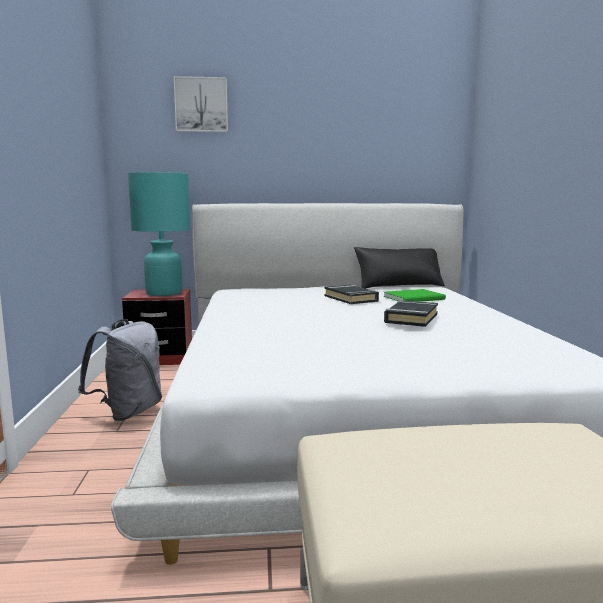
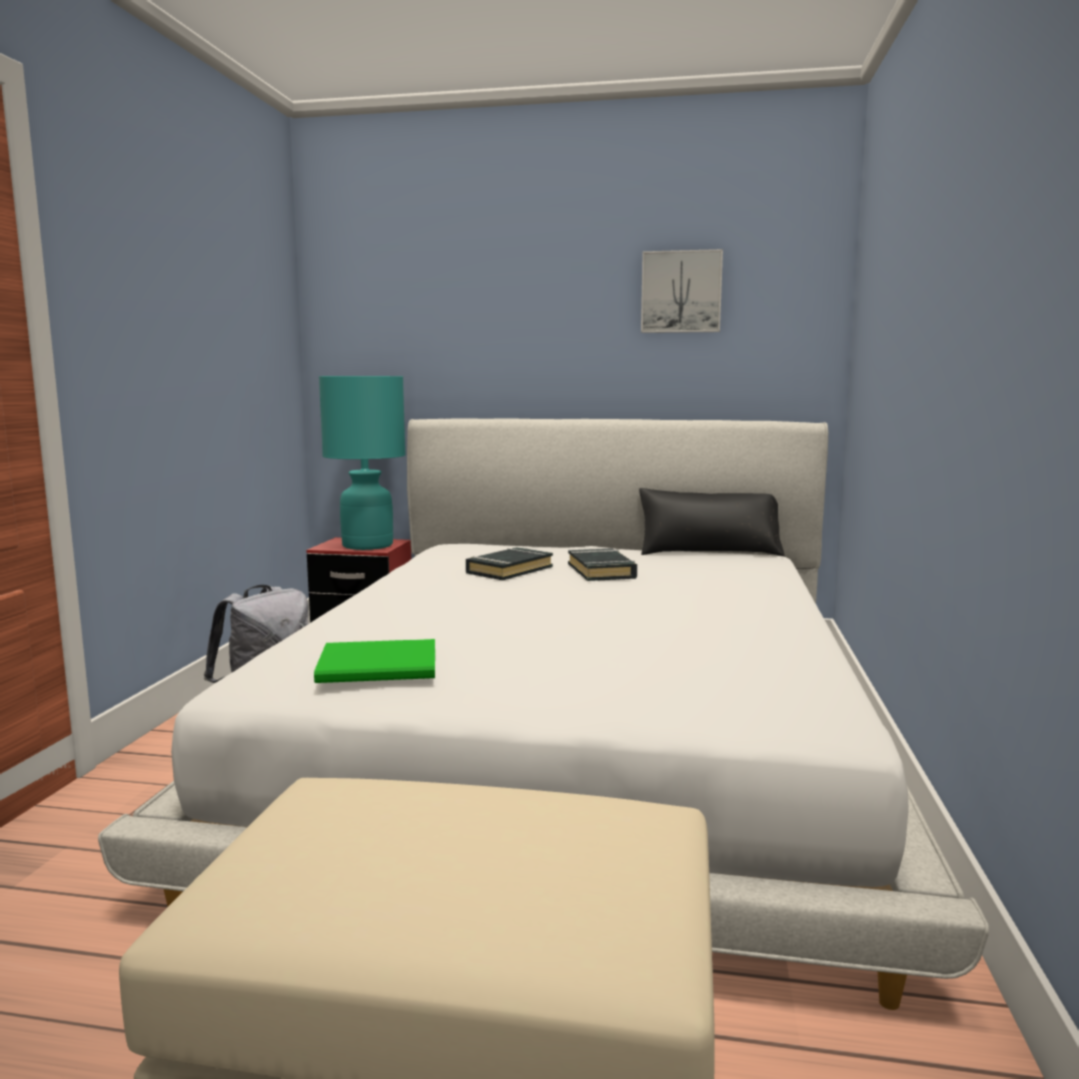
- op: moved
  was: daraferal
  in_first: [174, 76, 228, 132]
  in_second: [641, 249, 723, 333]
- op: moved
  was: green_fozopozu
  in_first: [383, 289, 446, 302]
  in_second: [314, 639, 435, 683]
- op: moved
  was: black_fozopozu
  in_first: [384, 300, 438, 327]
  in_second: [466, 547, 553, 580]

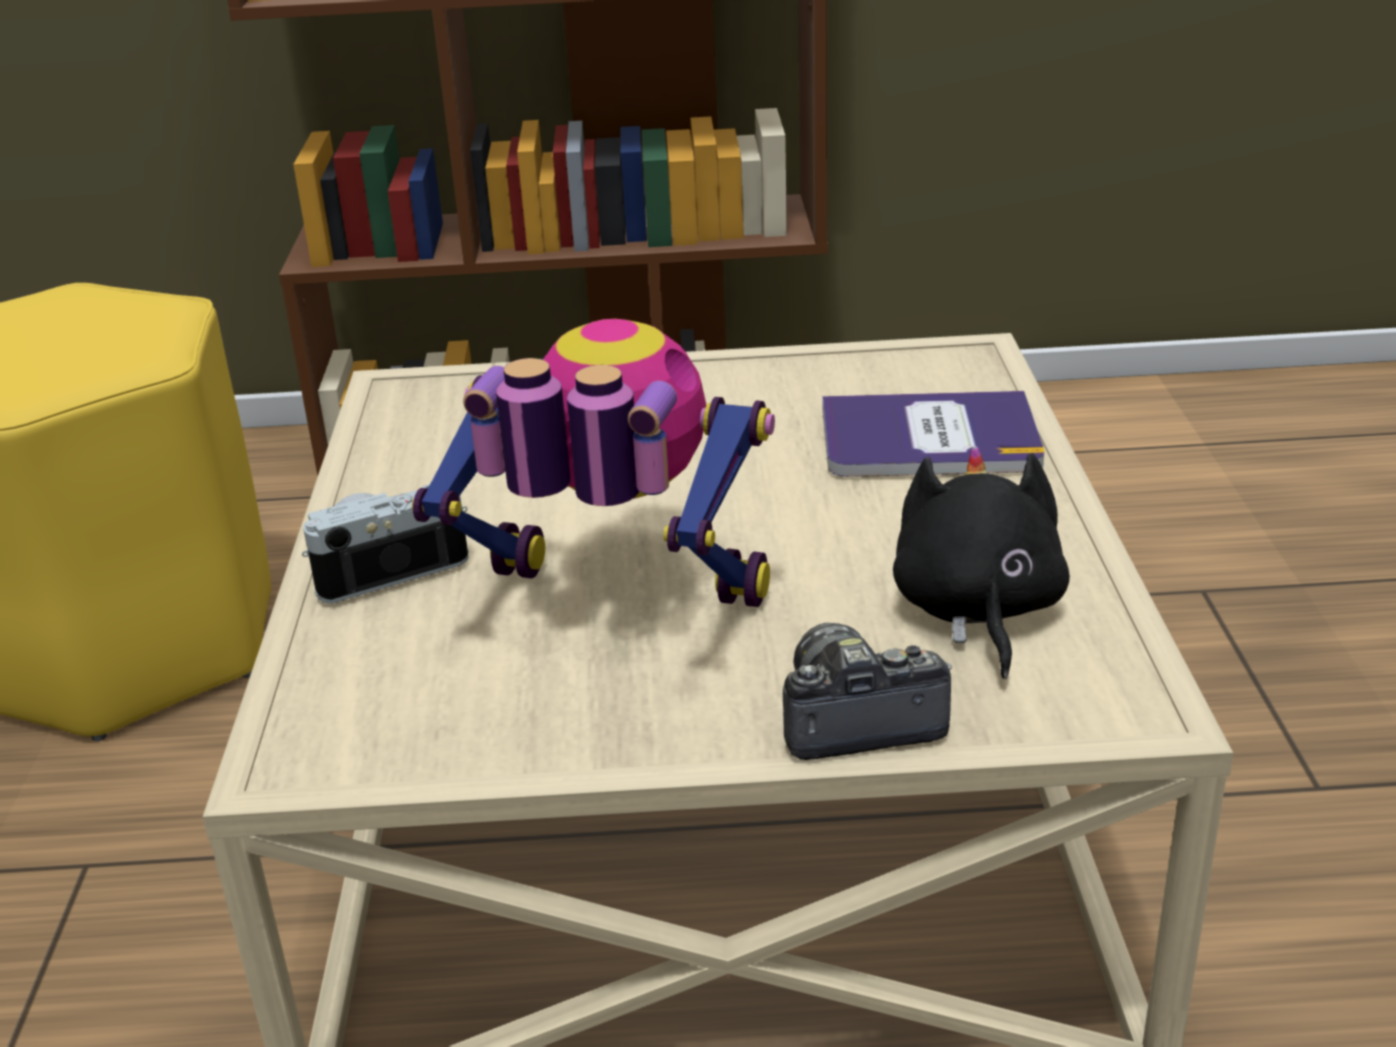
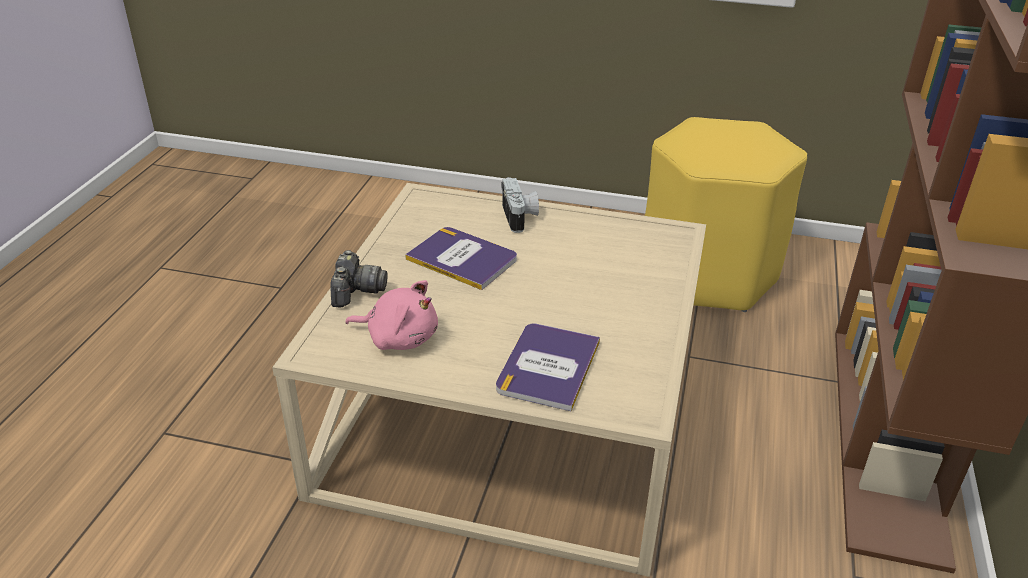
- op: replaced
  was: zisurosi
  now: fozopozu
  in_first: [412, 319, 775, 607]
  in_second: [405, 227, 517, 290]
- op: recoloured
  was: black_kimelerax
  now: pink_kimelerax
  in_first: [893, 446, 1070, 679]
  in_second: [345, 280, 438, 350]

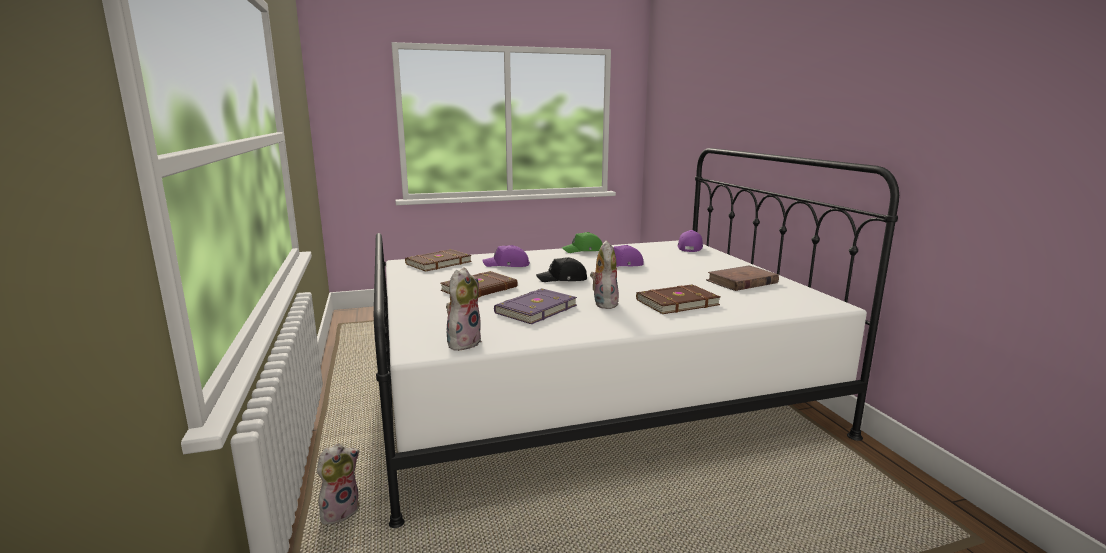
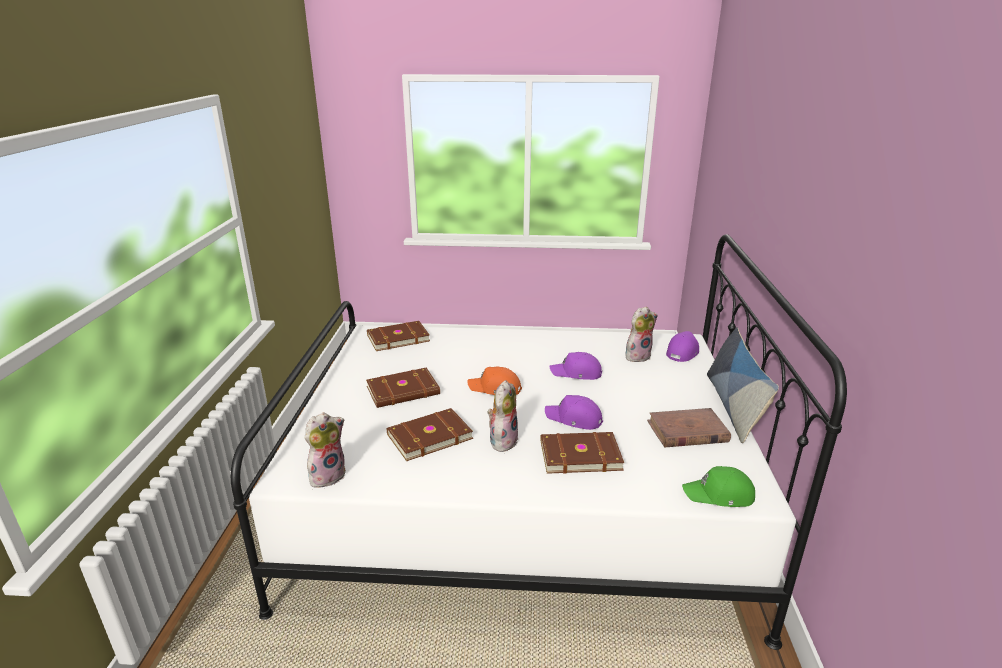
- op: moved
  was: kimelerax
  in_first: [317, 443, 359, 524]
  in_second: [626, 306, 657, 362]
- op: moved
  was: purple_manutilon
  in_first: [482, 245, 530, 267]
  in_second: [545, 395, 603, 430]
- op: recoloured
  was: purple_fozopozu
  now: brown_fozopozu
  in_first: [494, 288, 577, 324]
  in_second: [387, 408, 473, 461]
- op: recoloured
  was: black_manutilon
  now: orange_manutilon
  in_first: [536, 257, 587, 282]
  in_second: [467, 366, 522, 395]
- op: moved
  was: green_manutilon
  in_first: [562, 232, 602, 253]
  in_second: [682, 466, 755, 507]
- op: added
  now: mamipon
  in_second: [707, 327, 779, 443]

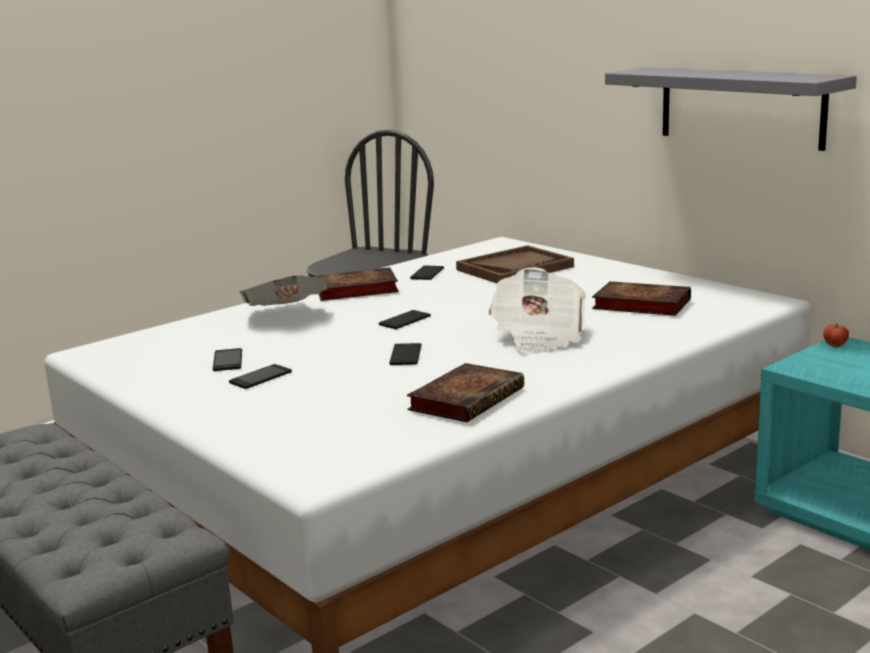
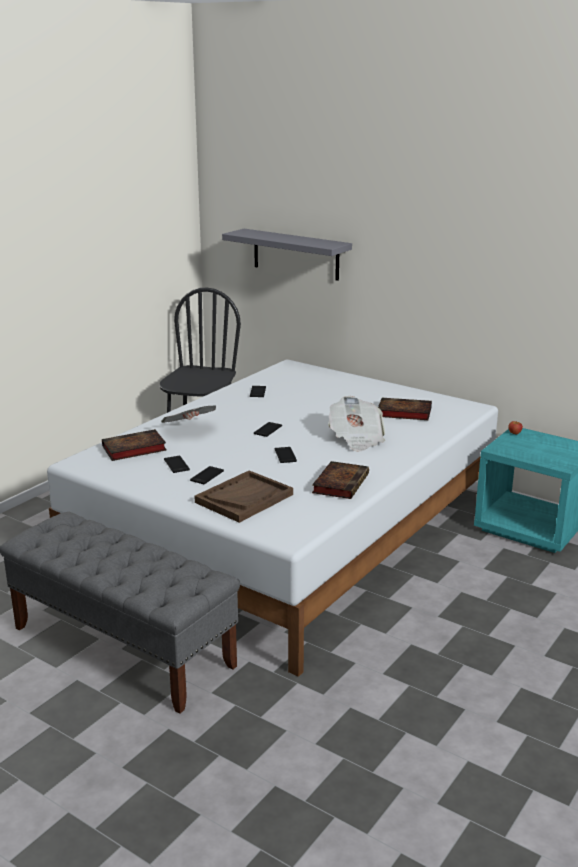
- op: moved
  was: fozopozu
  in_first: [315, 267, 399, 301]
  in_second: [102, 429, 167, 461]
- op: moved
  was: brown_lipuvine
  in_first: [456, 245, 574, 283]
  in_second: [194, 470, 293, 523]
- op: moved
  was: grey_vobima
  in_first: [605, 67, 857, 151]
  in_second: [222, 229, 352, 281]

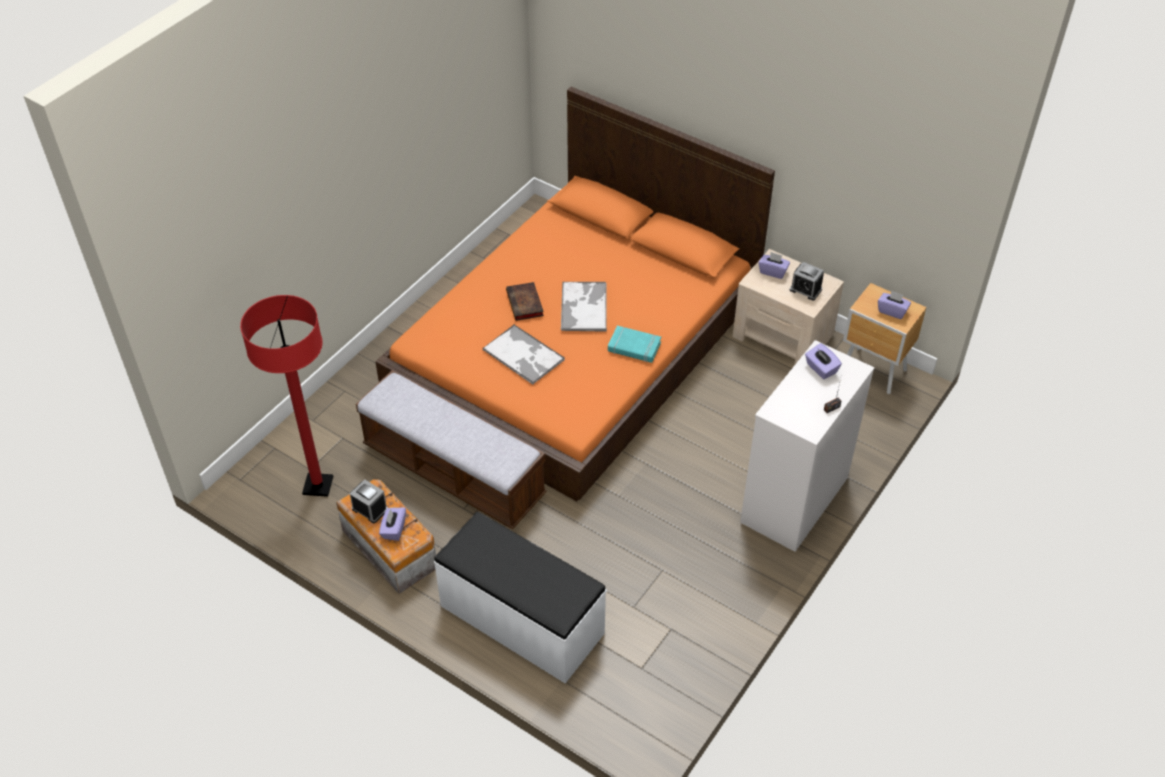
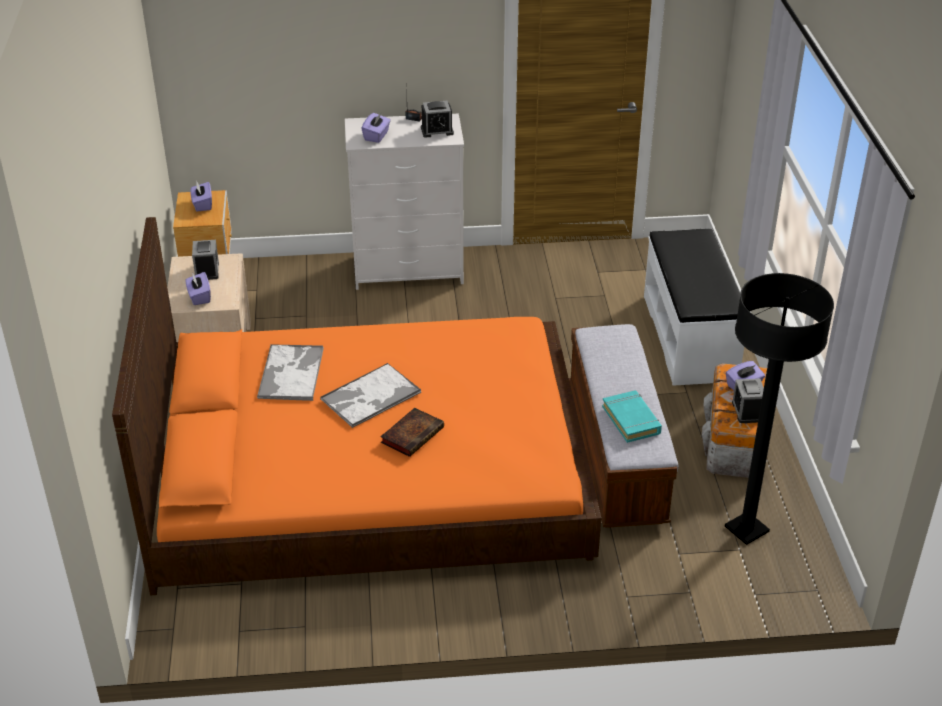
- op: recoloured
  was: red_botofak
  now: black_botofak
  in_first: [240, 295, 333, 497]
  in_second: [725, 273, 834, 545]
- op: moved
  was: lipuvine
  in_first: [483, 324, 565, 385]
  in_second: [257, 344, 324, 401]
- op: moved
  was: turquoise_fozopozu
  in_first: [608, 326, 661, 363]
  in_second: [602, 390, 662, 443]
- op: added
  now: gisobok
  in_second: [421, 101, 454, 138]

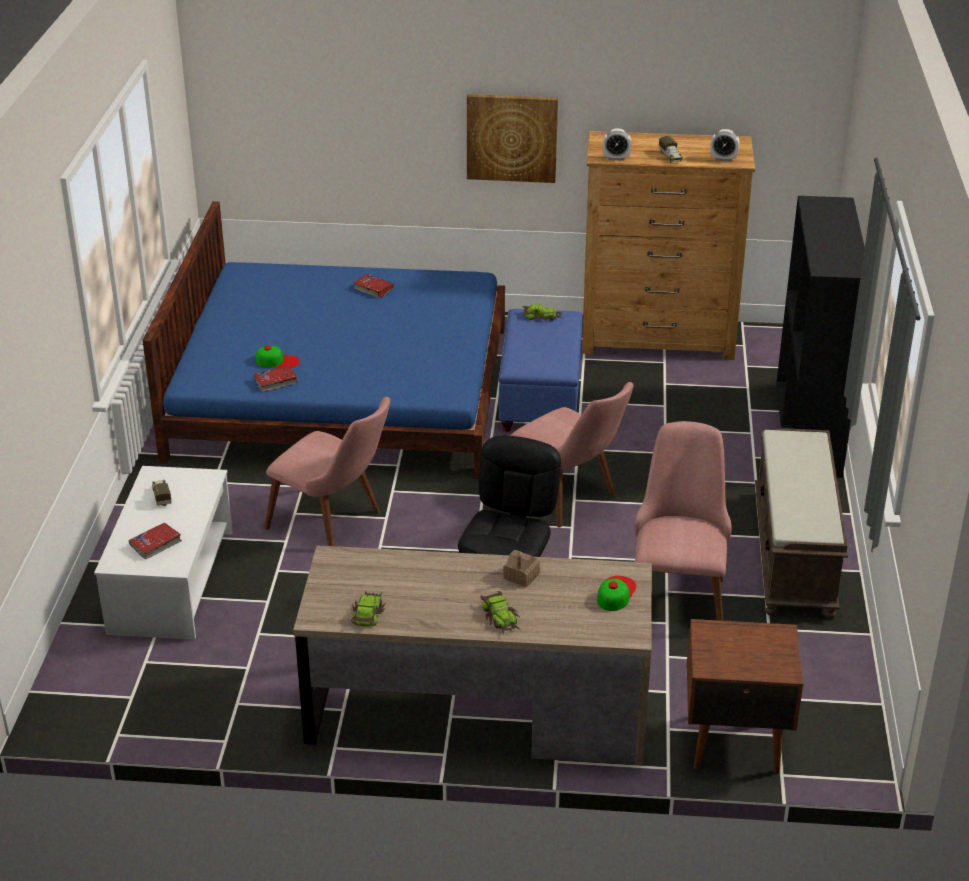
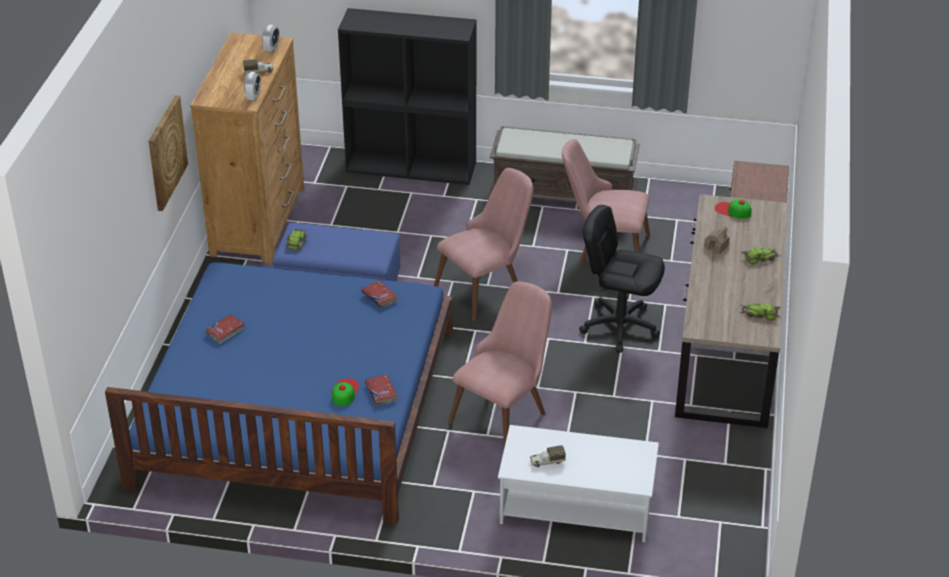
- op: moved
  was: red_fozopozu
  in_first: [129, 522, 182, 559]
  in_second: [362, 280, 398, 308]

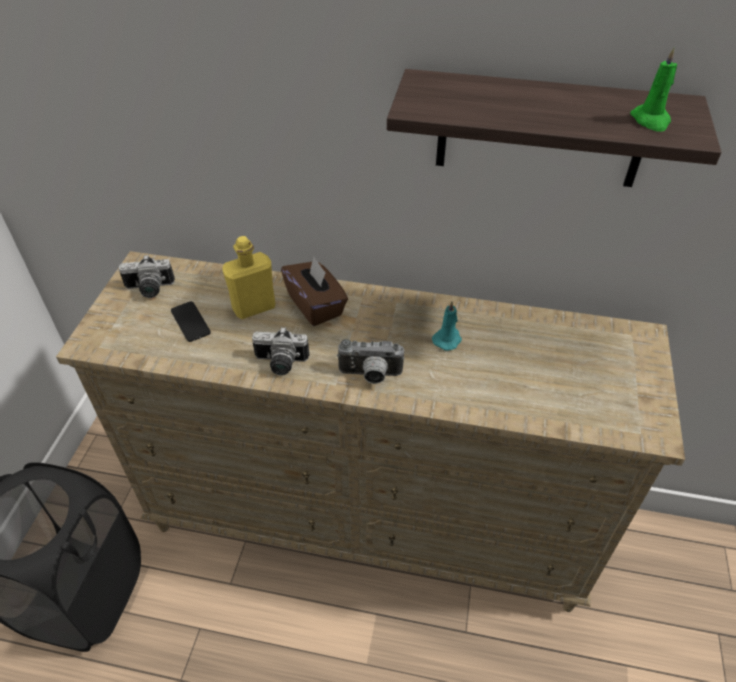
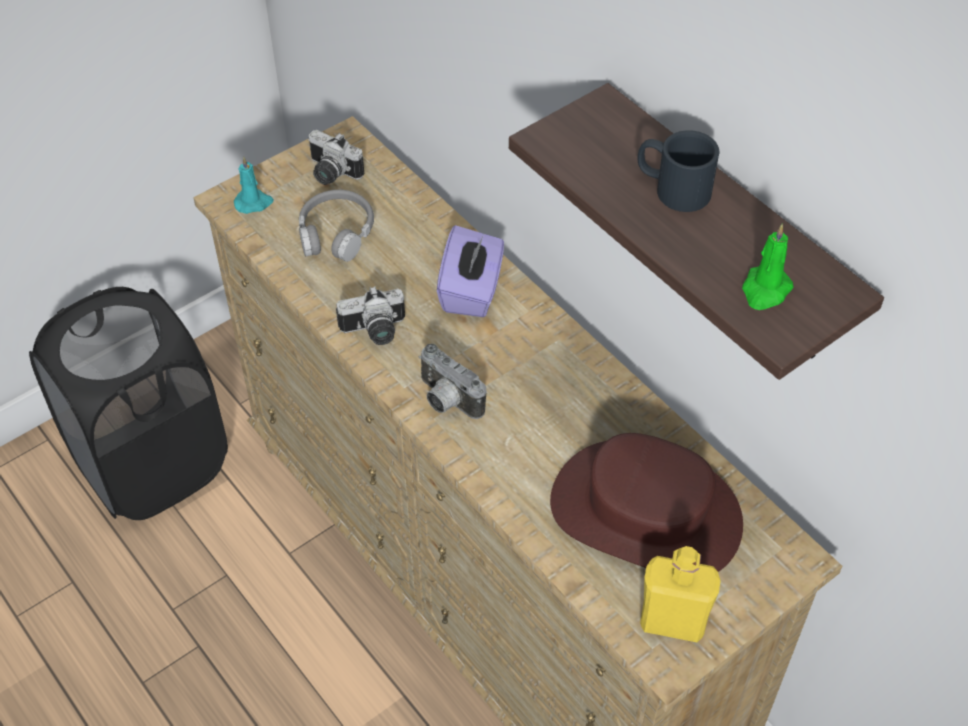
- op: replaced
  was: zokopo
  now: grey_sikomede
  in_first: [171, 301, 211, 342]
  in_second: [299, 190, 374, 262]
- op: moved
  was: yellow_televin
  in_first: [222, 236, 276, 319]
  in_second: [640, 546, 721, 643]
- op: turned
  was: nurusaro
  in_first: [252, 327, 310, 376]
  in_second: [336, 286, 405, 345]
  clockwise: -60
- op: recoloured
  was: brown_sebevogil
  now: purple_sebevogil
  in_first: [281, 257, 348, 326]
  in_second: [437, 225, 504, 317]
- op: moved
  was: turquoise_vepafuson
  in_first: [432, 302, 462, 351]
  in_second: [234, 157, 274, 214]
- op: added
  now: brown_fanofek
  in_second: [550, 433, 743, 572]
- op: added
  now: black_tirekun
  in_second: [637, 130, 719, 212]

